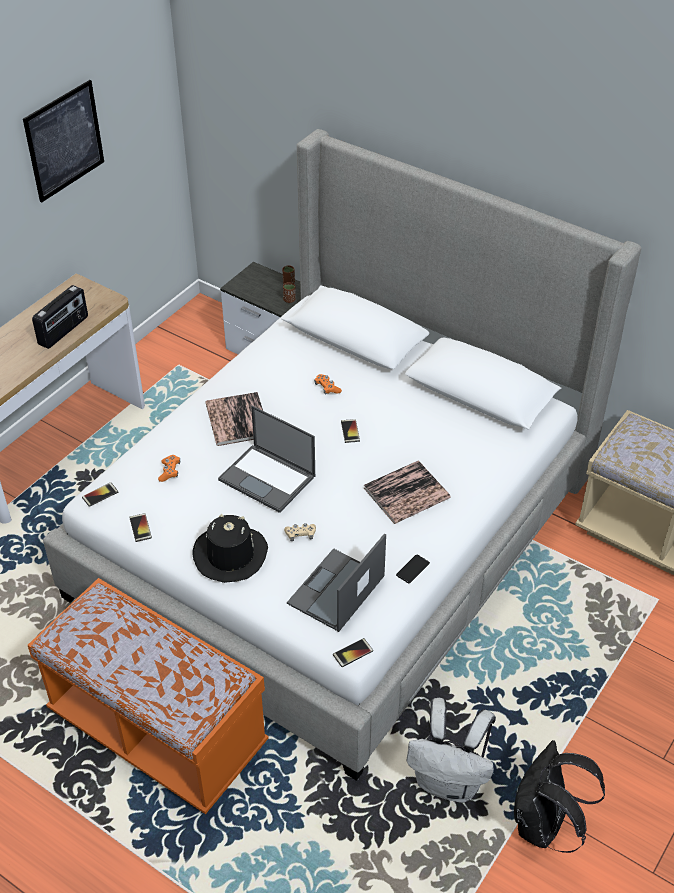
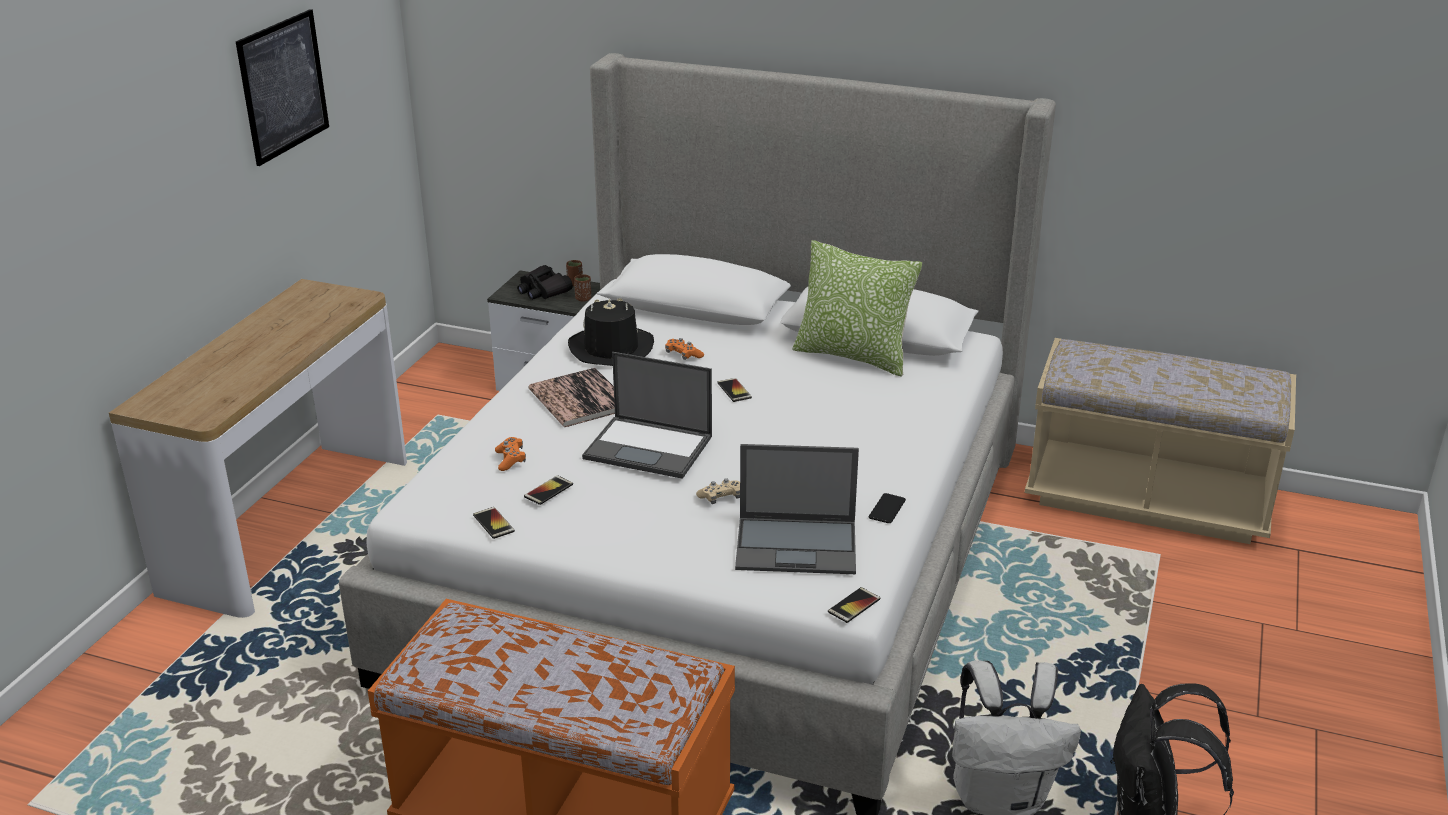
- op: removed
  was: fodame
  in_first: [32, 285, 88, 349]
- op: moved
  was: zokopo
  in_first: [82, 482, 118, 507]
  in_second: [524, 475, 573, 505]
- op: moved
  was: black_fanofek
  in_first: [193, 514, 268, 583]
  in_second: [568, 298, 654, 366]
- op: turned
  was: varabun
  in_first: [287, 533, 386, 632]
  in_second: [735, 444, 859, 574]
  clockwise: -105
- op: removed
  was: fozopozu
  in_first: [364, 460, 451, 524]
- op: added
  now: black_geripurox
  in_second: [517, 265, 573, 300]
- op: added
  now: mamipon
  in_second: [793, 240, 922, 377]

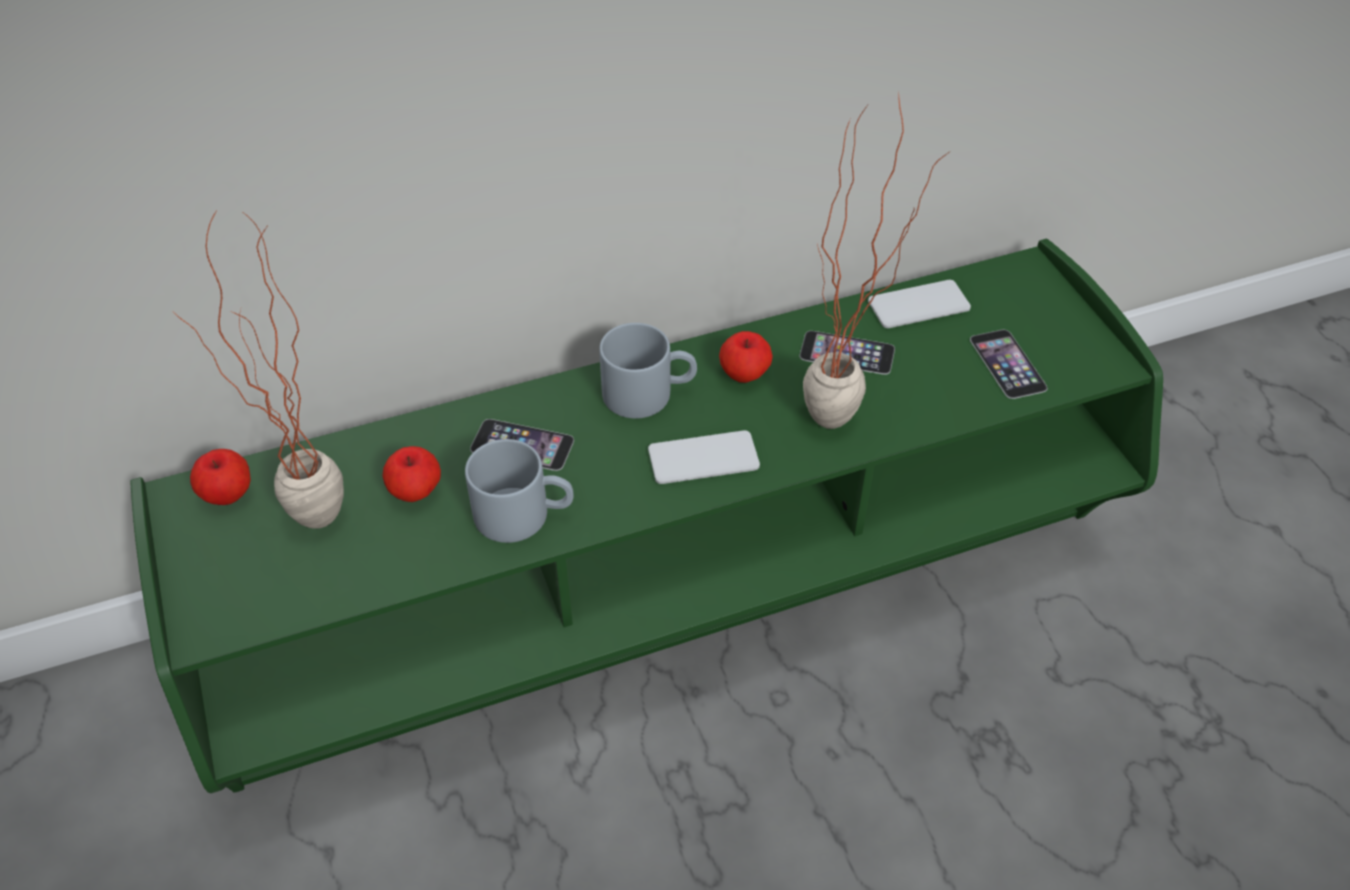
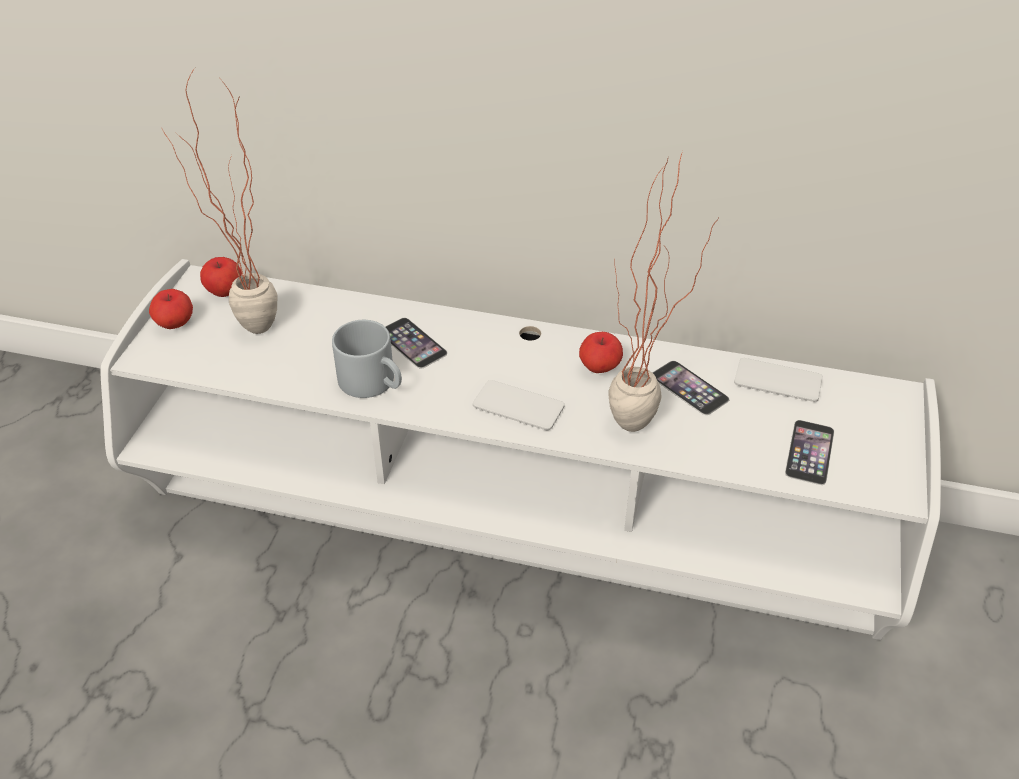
- op: recoloured
  was: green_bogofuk
  now: white_bogofuk
  in_first: [130, 239, 1163, 793]
  in_second: [101, 259, 941, 640]
- op: moved
  was: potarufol
  in_first: [383, 446, 441, 502]
  in_second: [149, 289, 193, 329]
- op: removed
  was: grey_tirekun
  in_first: [599, 323, 697, 418]

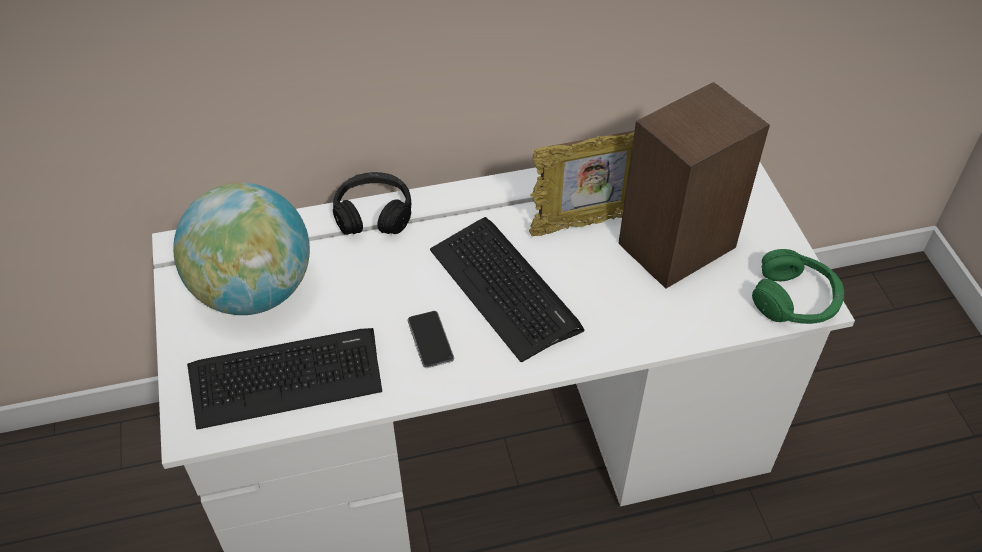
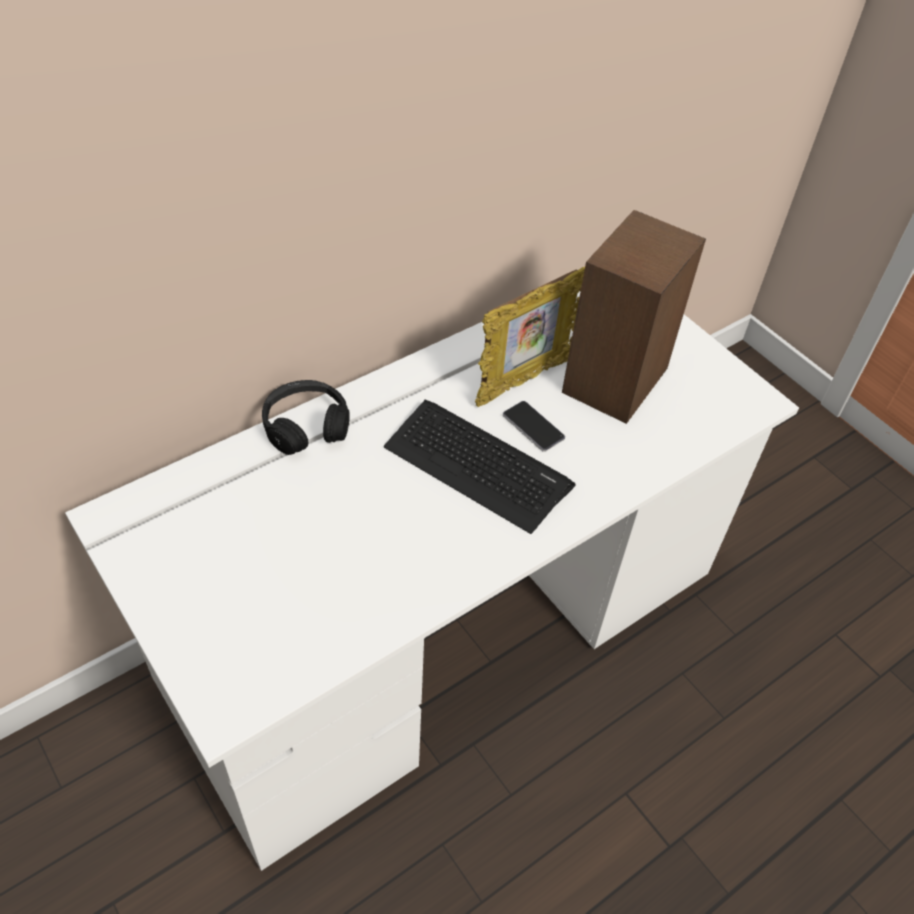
- op: removed
  was: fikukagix
  in_first: [173, 183, 310, 315]
- op: removed
  was: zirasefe
  in_first: [187, 328, 382, 430]
- op: moved
  was: zokopo
  in_first: [408, 311, 454, 368]
  in_second: [503, 401, 565, 452]
- op: removed
  was: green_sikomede
  in_first: [752, 249, 844, 324]

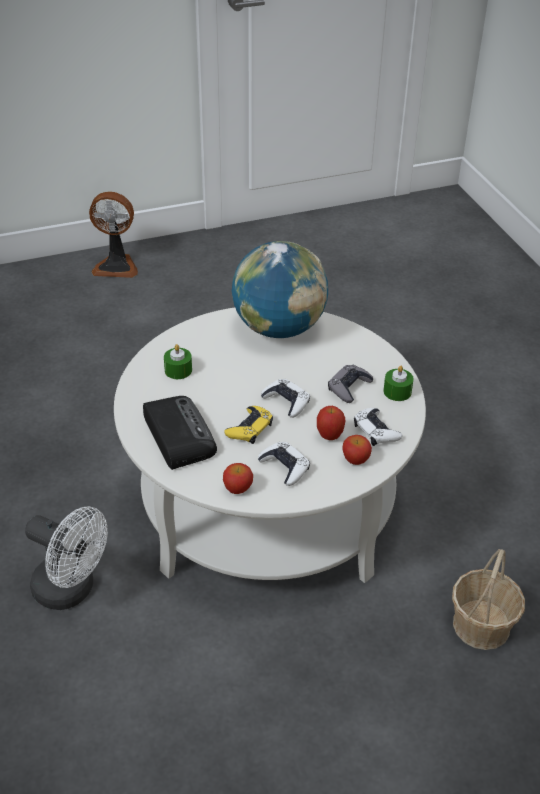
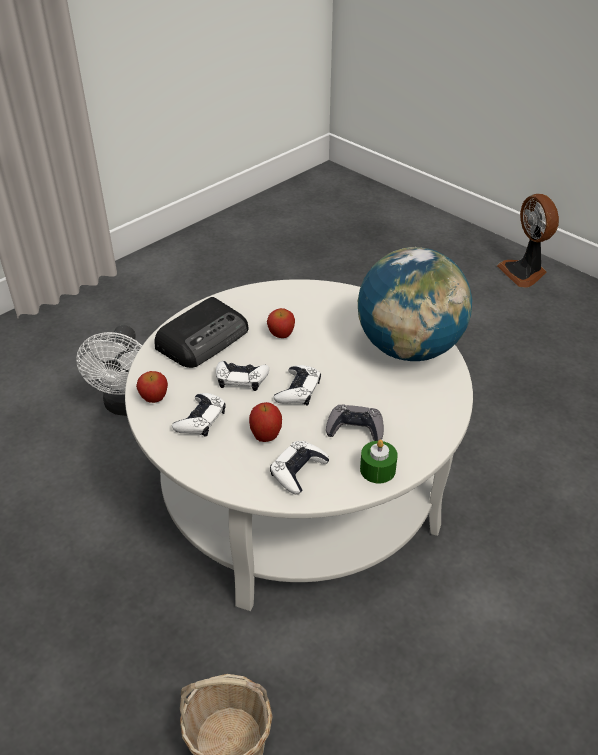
- op: removed
  was: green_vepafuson
  in_first: [164, 344, 192, 379]
- op: recoloured
  was: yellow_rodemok
  now: white_rodemok
  in_first: [224, 406, 273, 444]
  in_second: [216, 361, 269, 391]
- op: moved
  was: potarufol
  in_first: [342, 435, 372, 465]
  in_second: [267, 308, 295, 338]

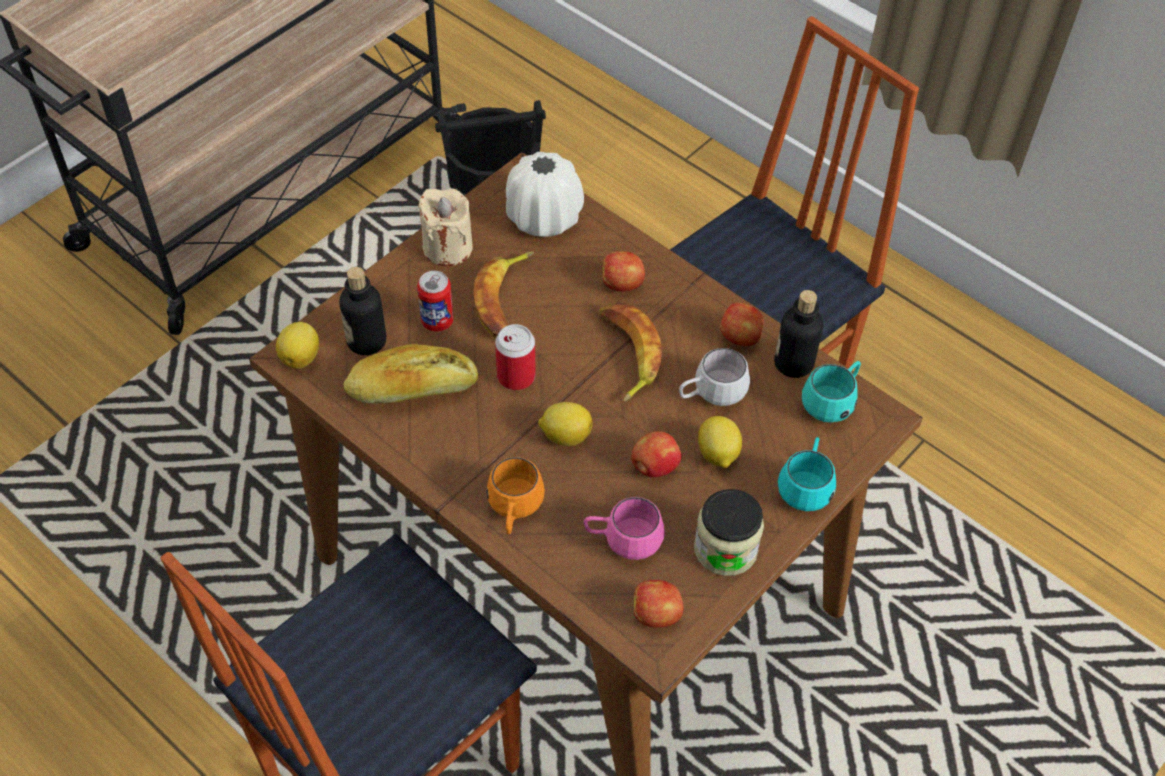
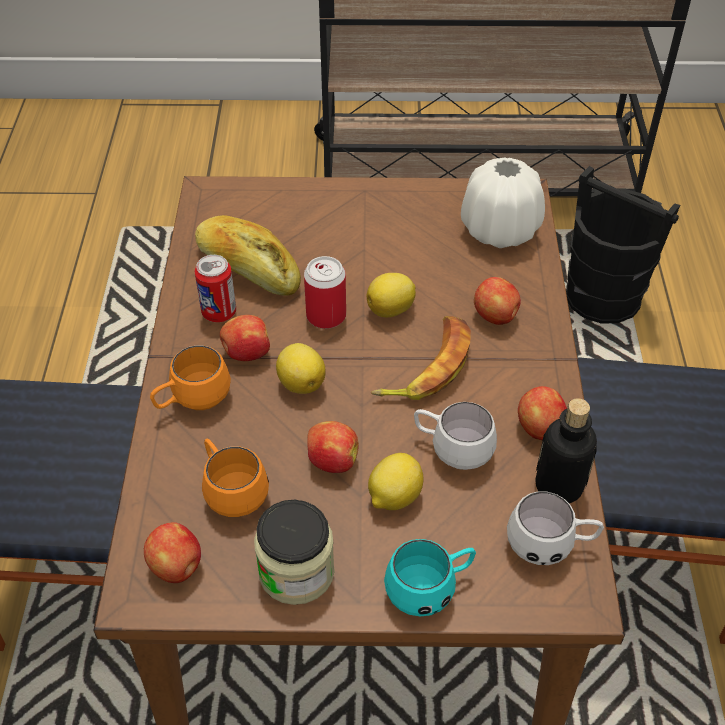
- op: moved
  was: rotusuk
  in_first: [276, 322, 319, 369]
  in_second: [367, 273, 416, 317]
- op: removed
  was: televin
  in_first: [339, 267, 386, 355]
- op: moved
  was: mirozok
  in_first: [417, 271, 454, 332]
  in_second: [195, 255, 236, 322]
- op: removed
  was: beige_vepafuson
  in_first: [418, 189, 473, 266]
- op: removed
  was: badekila
  in_first: [473, 251, 534, 338]
- op: recoloured
  was: pink_tirekun
  now: orange_tirekun
  in_first: [584, 497, 665, 560]
  in_second: [202, 438, 269, 517]
- op: recoloured
  was: turquoise_tirekun
  now: white_tirekun
  in_first: [802, 361, 861, 423]
  in_second: [507, 491, 604, 565]
- op: added
  now: potarufol
  in_second: [220, 315, 270, 361]

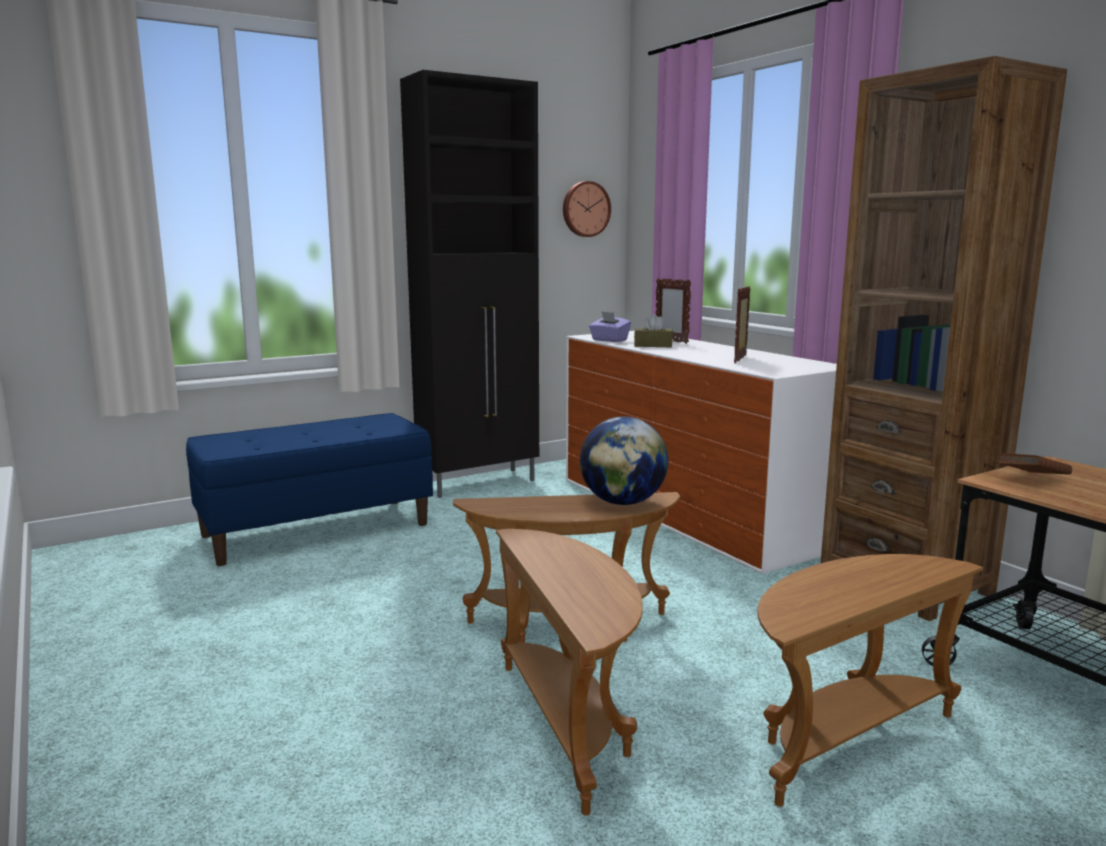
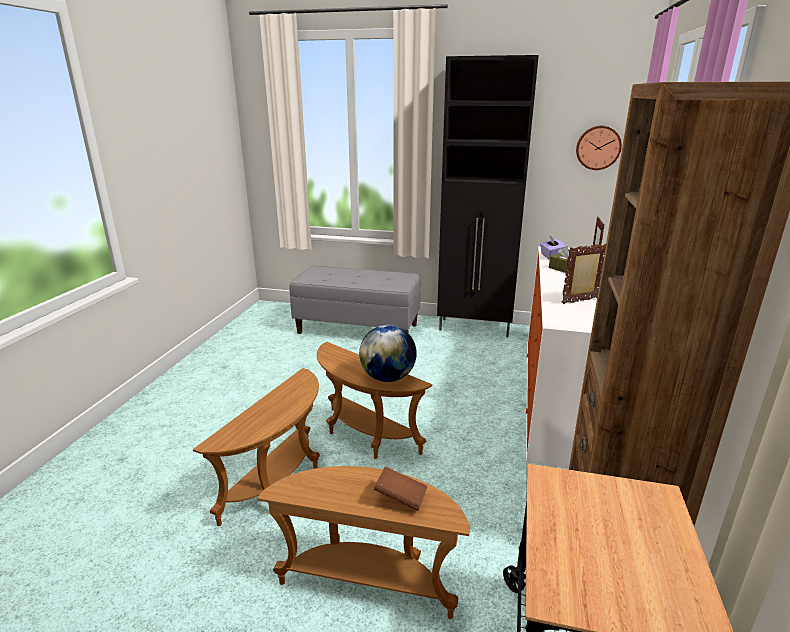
- op: recoloured
  was: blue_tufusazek
  now: grey_tufusazek
  in_first: [186, 413, 433, 566]
  in_second: [289, 265, 421, 334]
- op: moved
  was: brown_fozopozu
  in_first: [998, 453, 1072, 475]
  in_second: [374, 467, 427, 511]

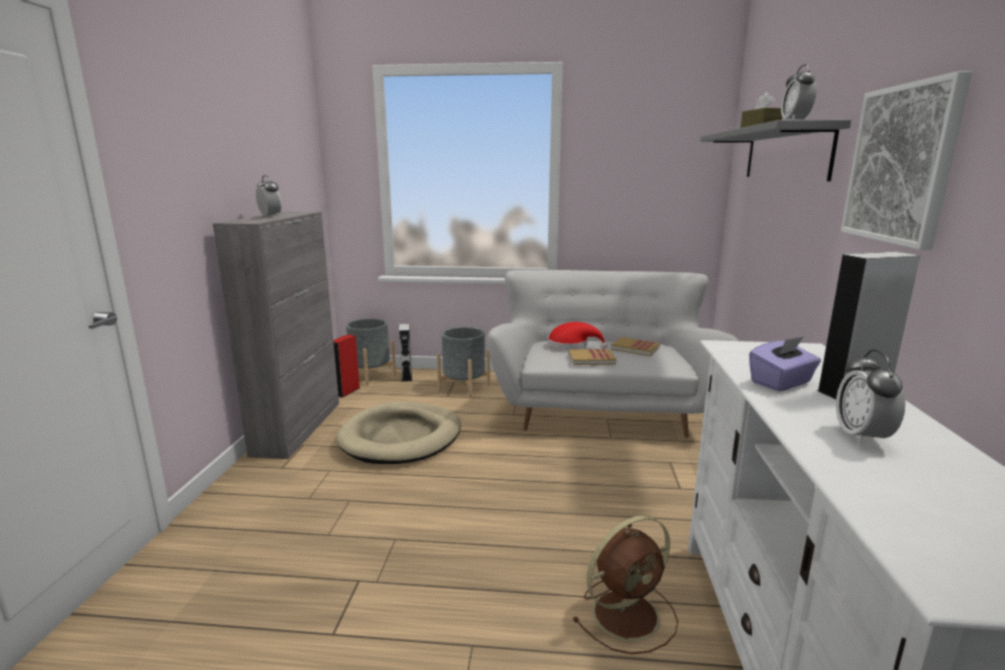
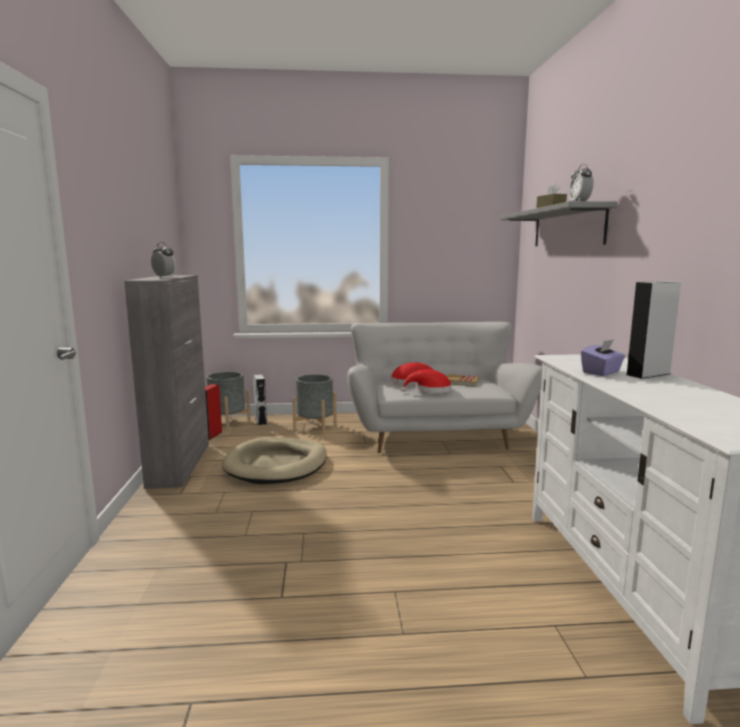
- op: replaced
  was: fozopozu
  now: red_fanofek
  in_first: [568, 349, 616, 365]
  in_second: [401, 369, 452, 393]
- op: removed
  was: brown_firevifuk
  in_first: [572, 515, 678, 654]
- op: removed
  was: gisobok
  in_first: [836, 349, 905, 445]
- op: removed
  was: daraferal
  in_first: [841, 71, 972, 250]

